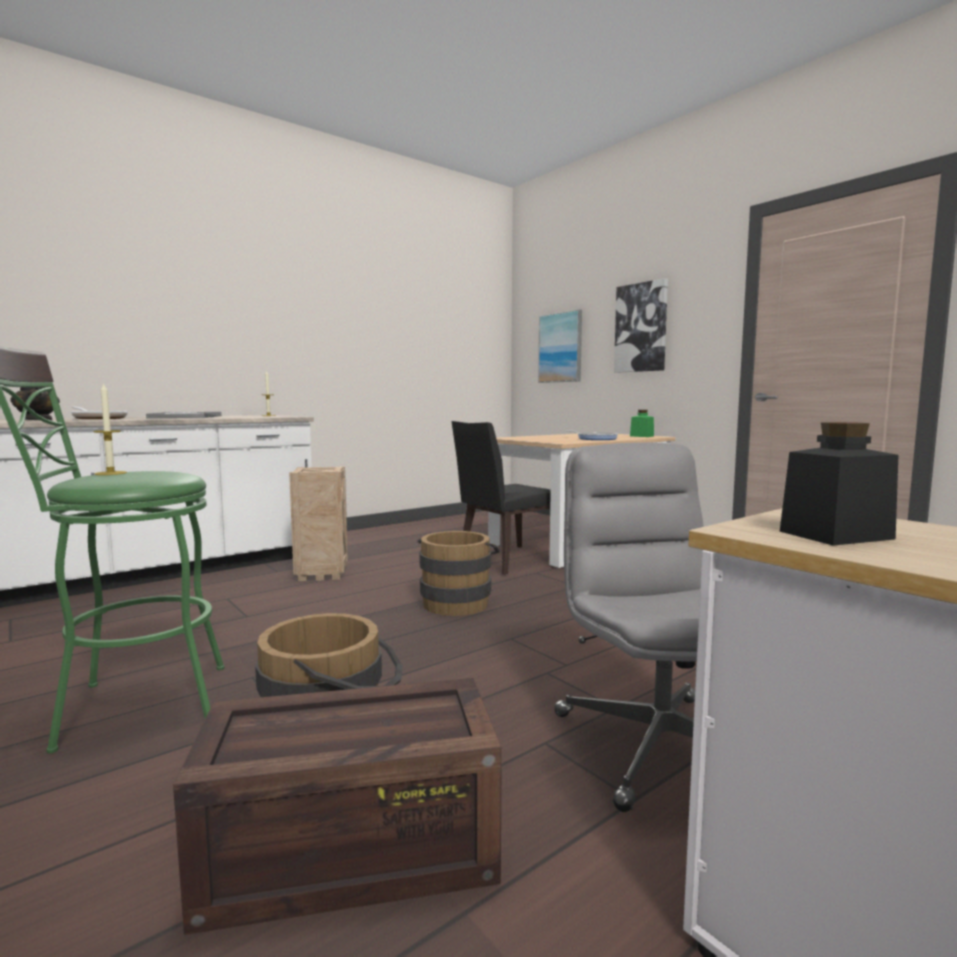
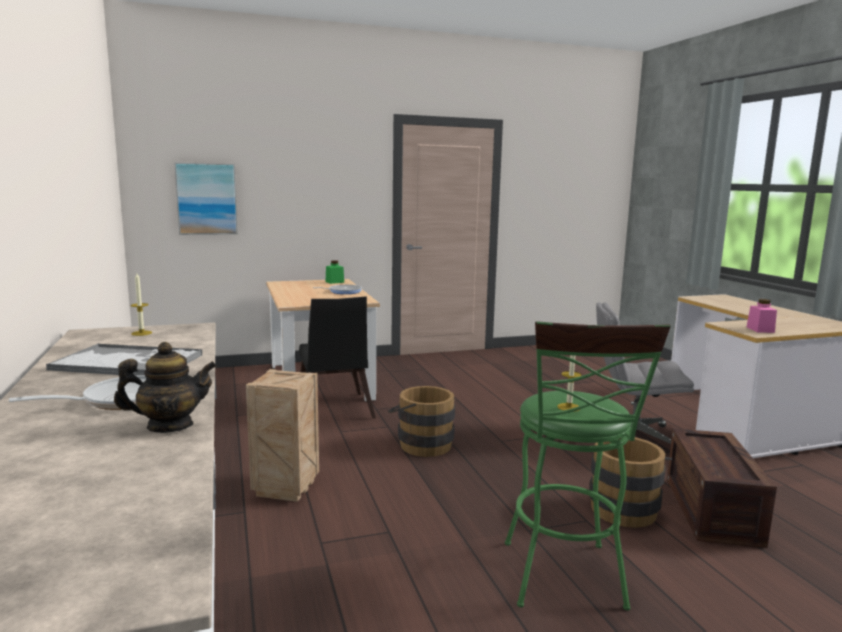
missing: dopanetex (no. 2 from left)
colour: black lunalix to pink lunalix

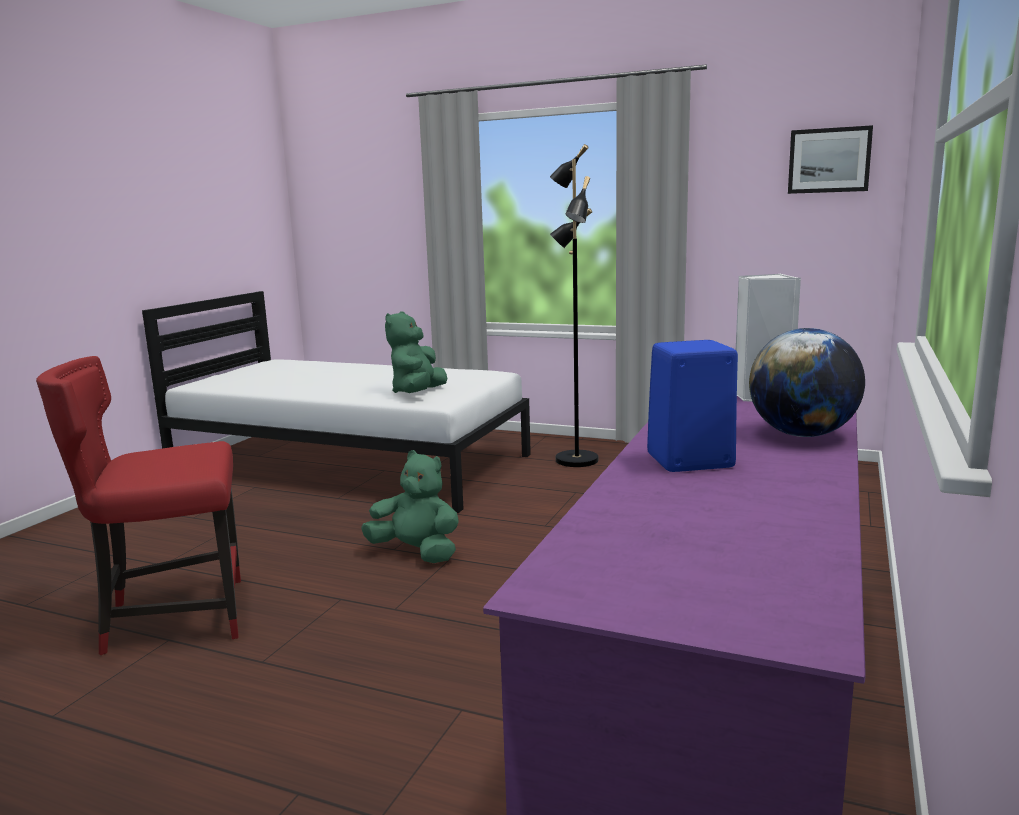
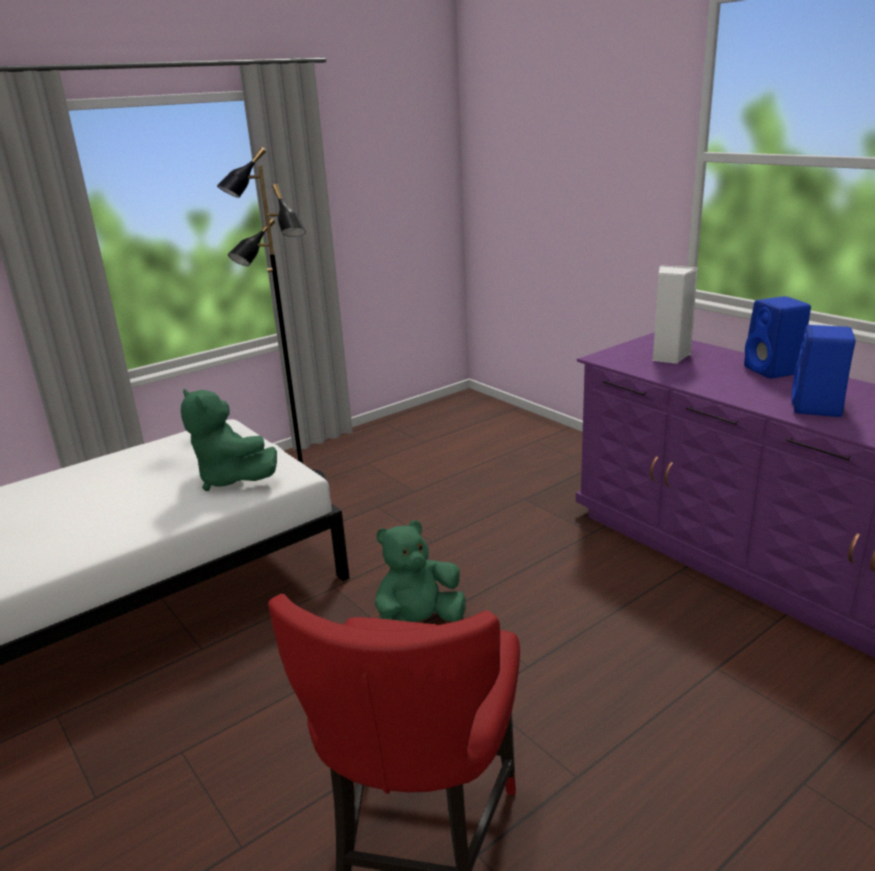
missing: dopanetex
exchanged: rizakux to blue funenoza (no. 1 from left)

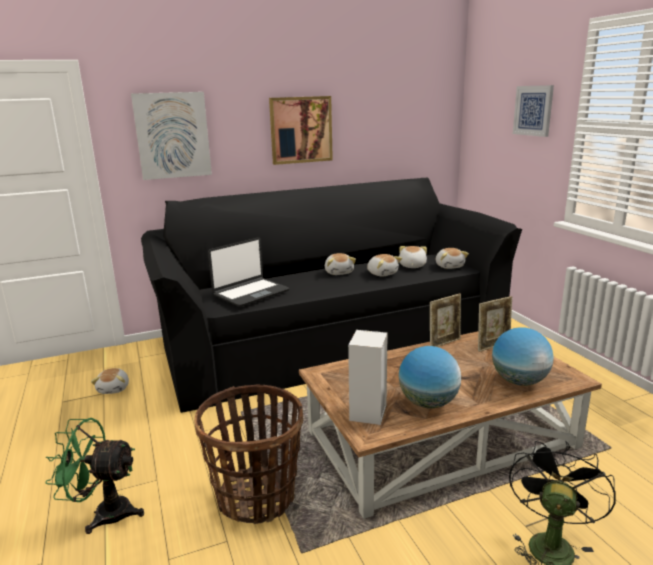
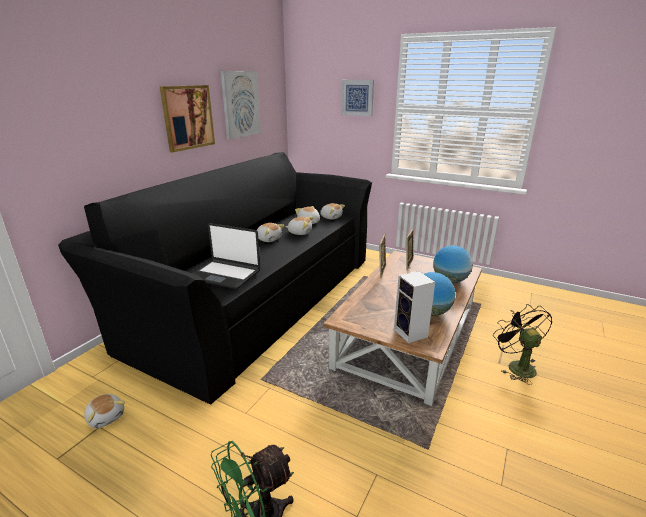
missing: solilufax
relocated: dopanetex (no. 1 from left in the first image) to dopanetex (no. 2 from left)
spun: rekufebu 105 degrees clockwise

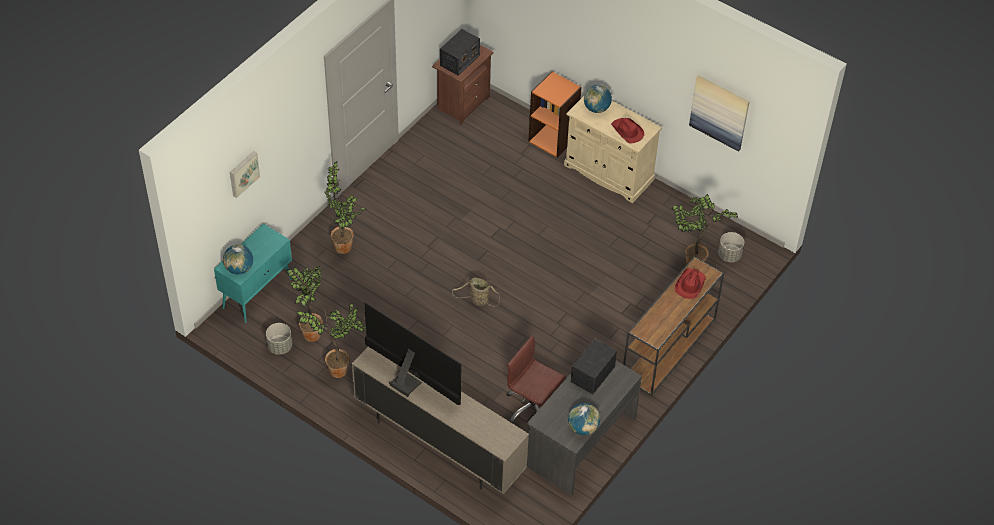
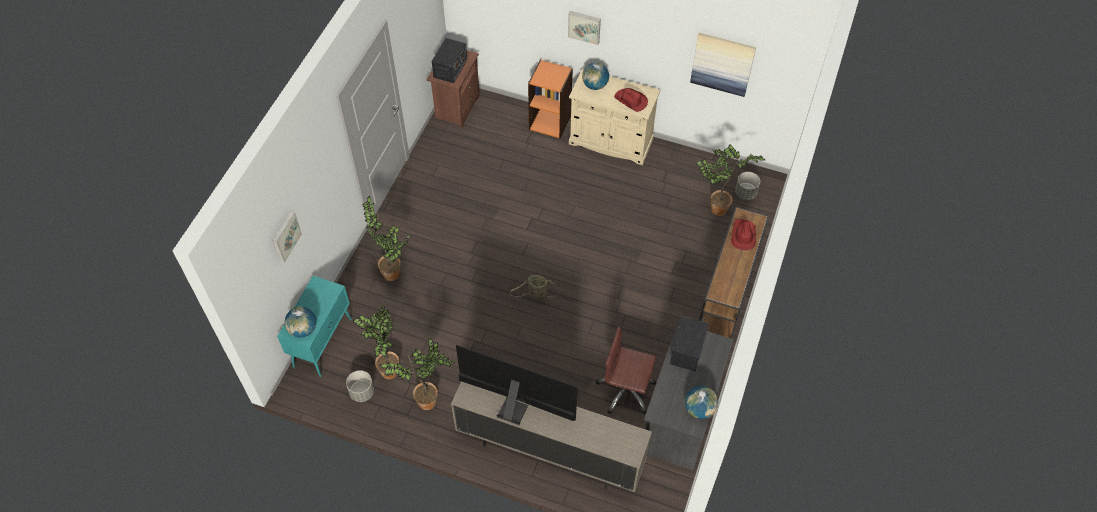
appeared: dopanetex (no. 2 from left)

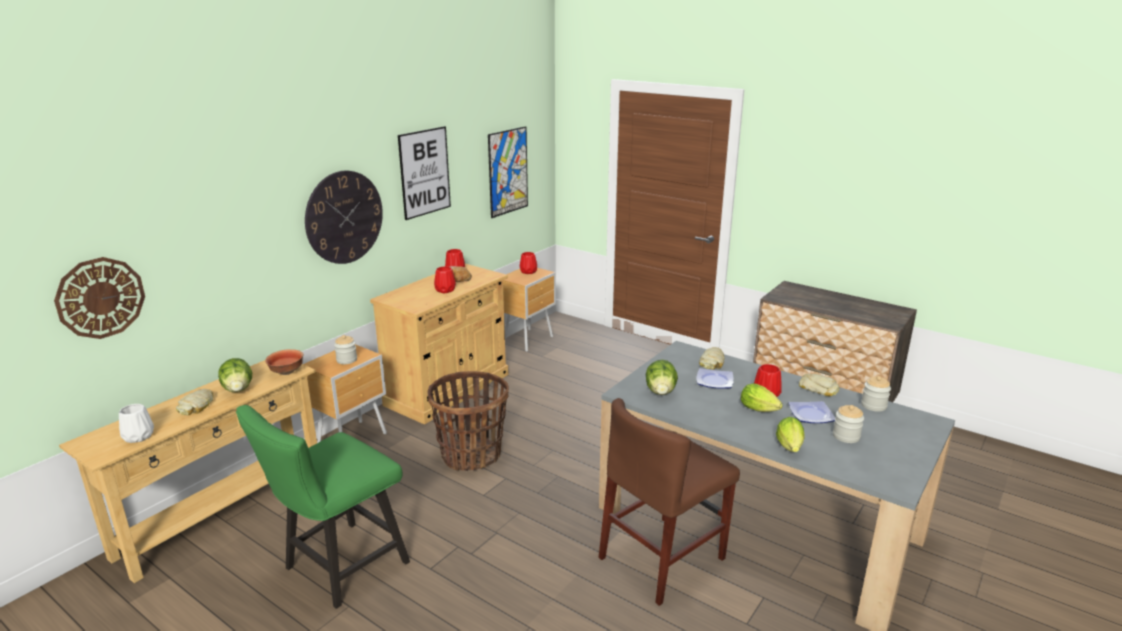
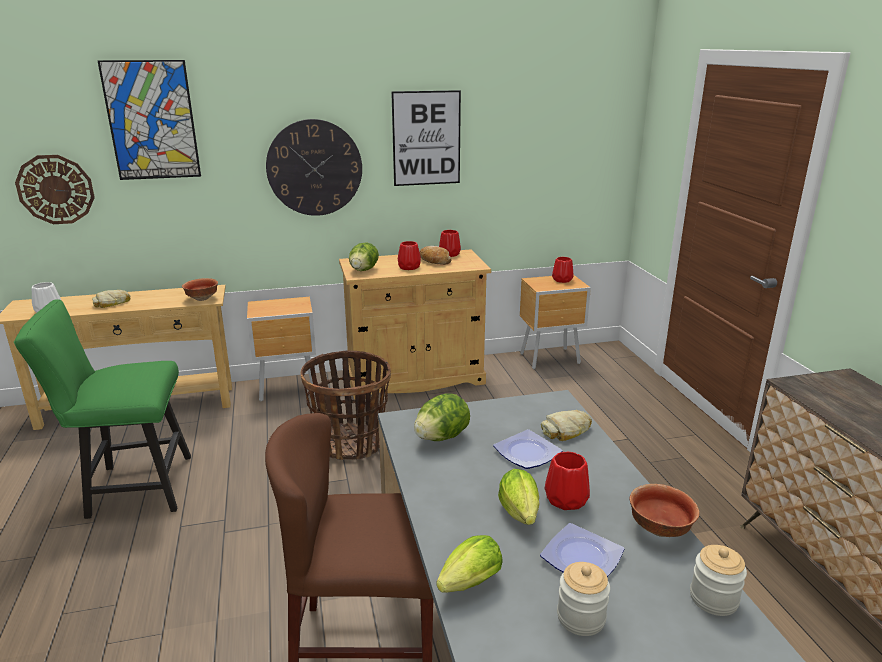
missing: lunalix (no. 1 from left)
relocated: dopanetex (no. 2 from left in the first image) to dopanetex (no. 1 from left); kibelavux (no. 1 from left)
exchanged: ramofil (no. 4 from left) to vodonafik (no. 2 from left)

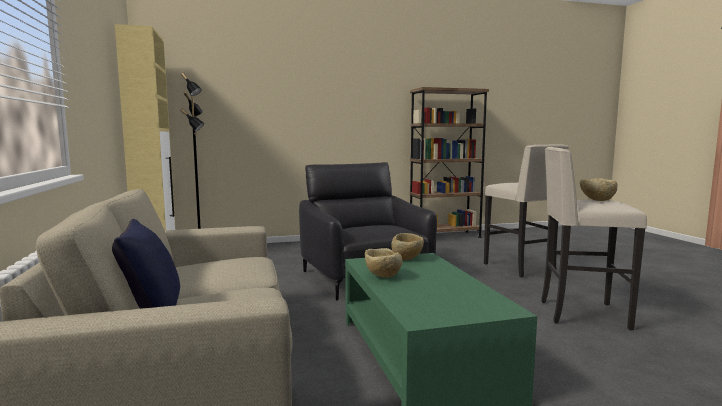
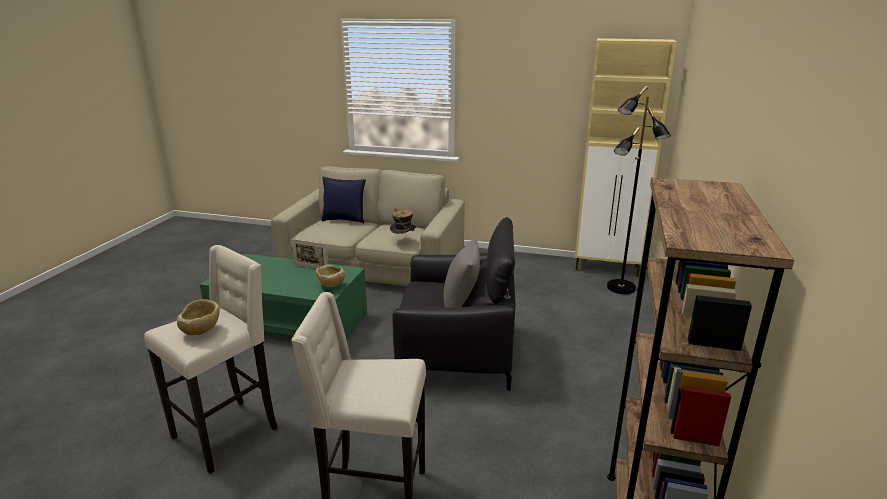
appeared: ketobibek; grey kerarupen
exchanged: beige vodonafik (no. 1 from left) to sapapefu

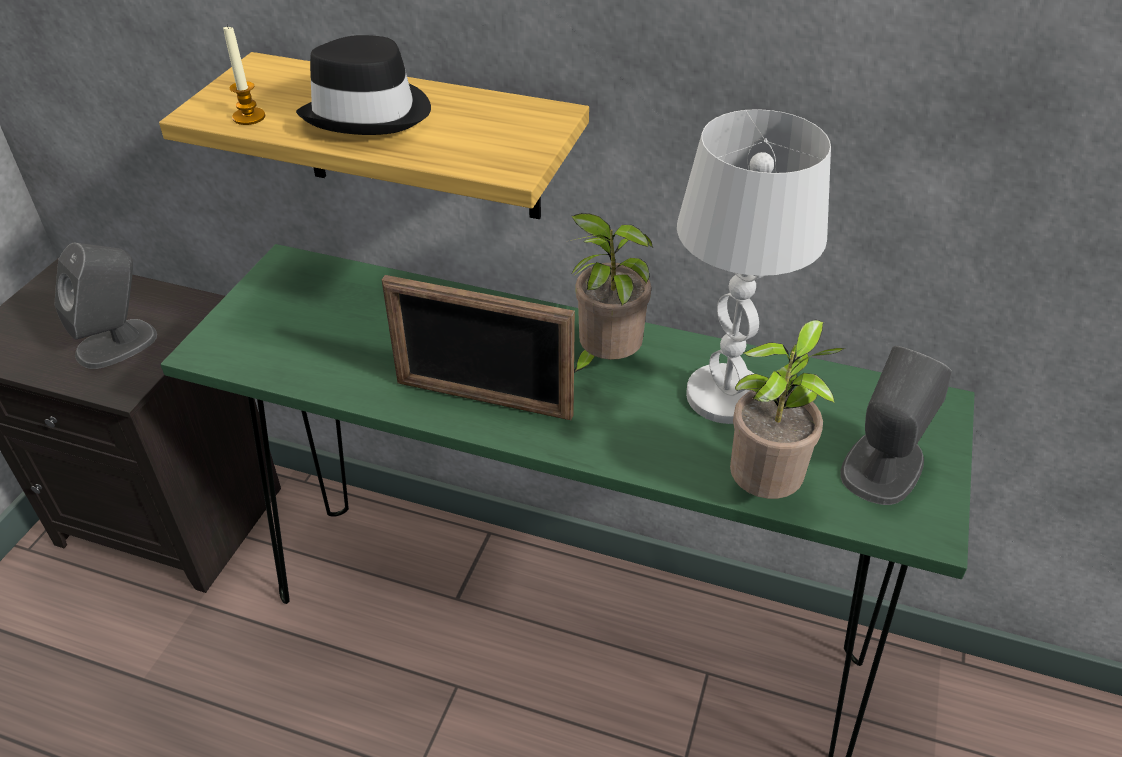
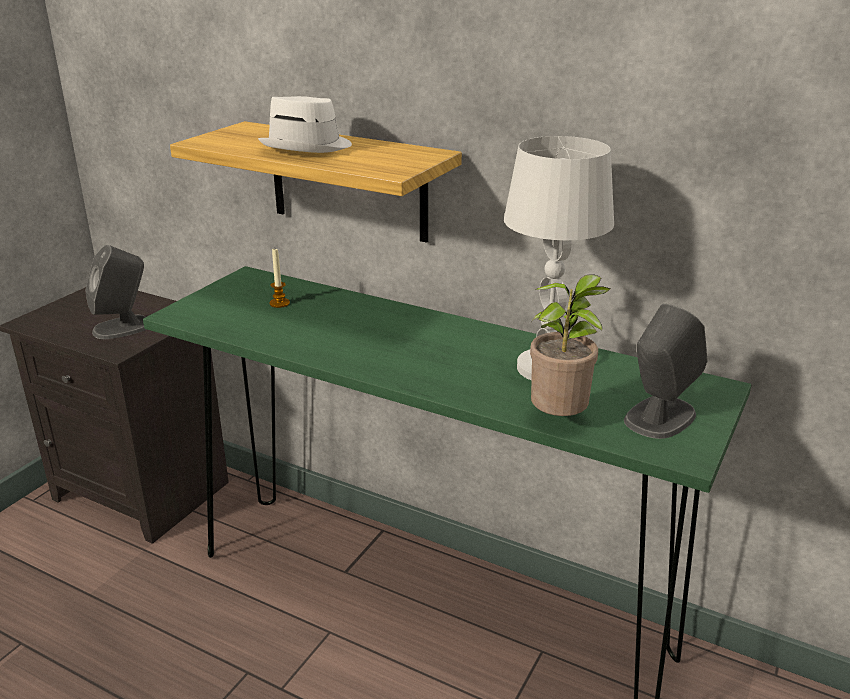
missing: sapapefu; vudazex (no. 1 from left)
relocated: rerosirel
colour: black ketobibek to white ketobibek

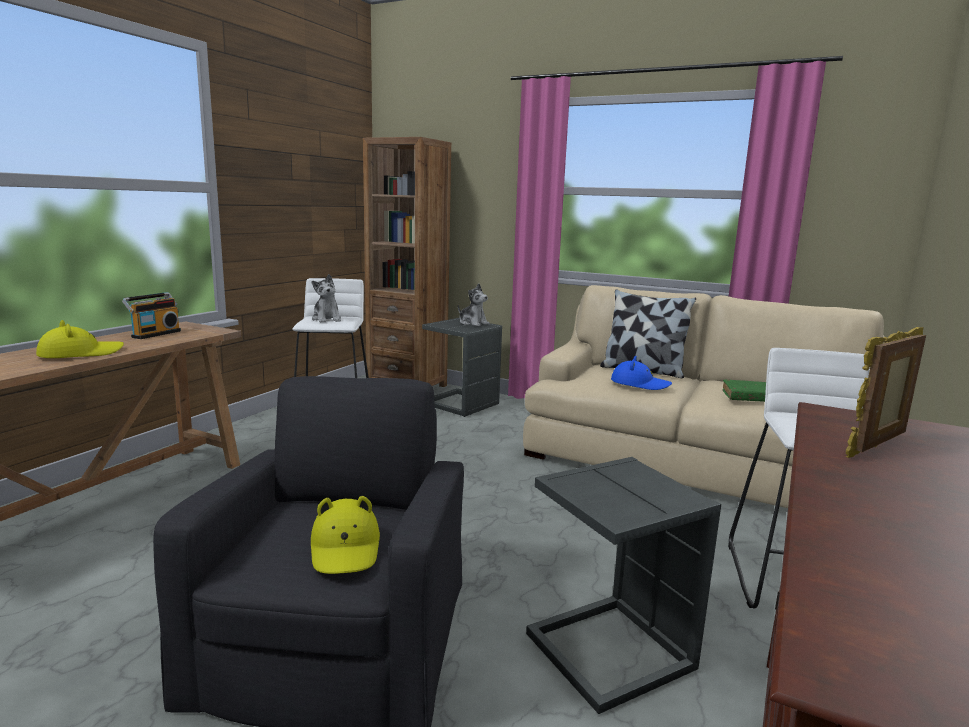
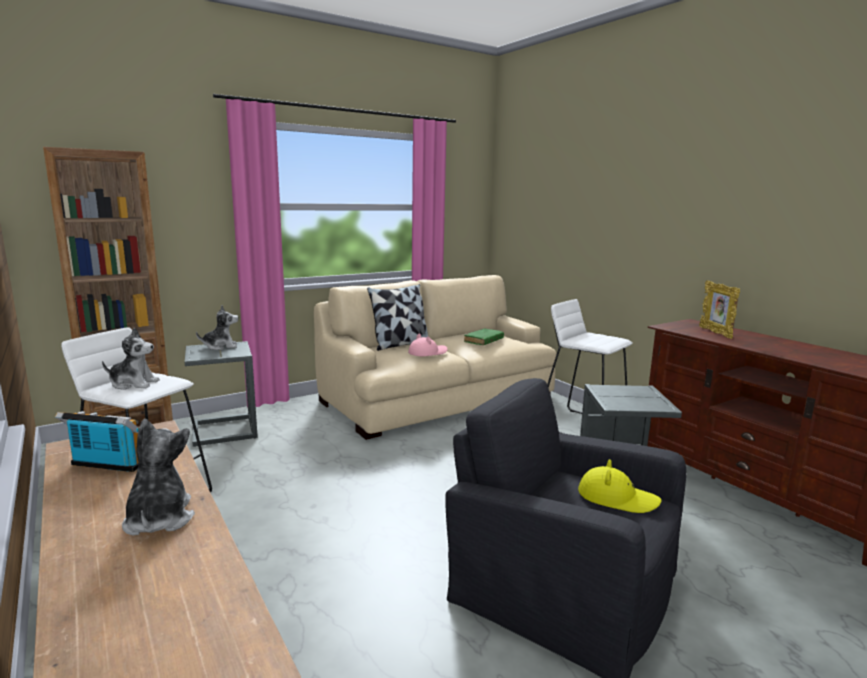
exchanged: yellow ketobibek (no. 1 from left) to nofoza (no. 2 from left)
colour: blue ketobibek to pink ketobibek
spun: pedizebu 45 degrees counterclockwise

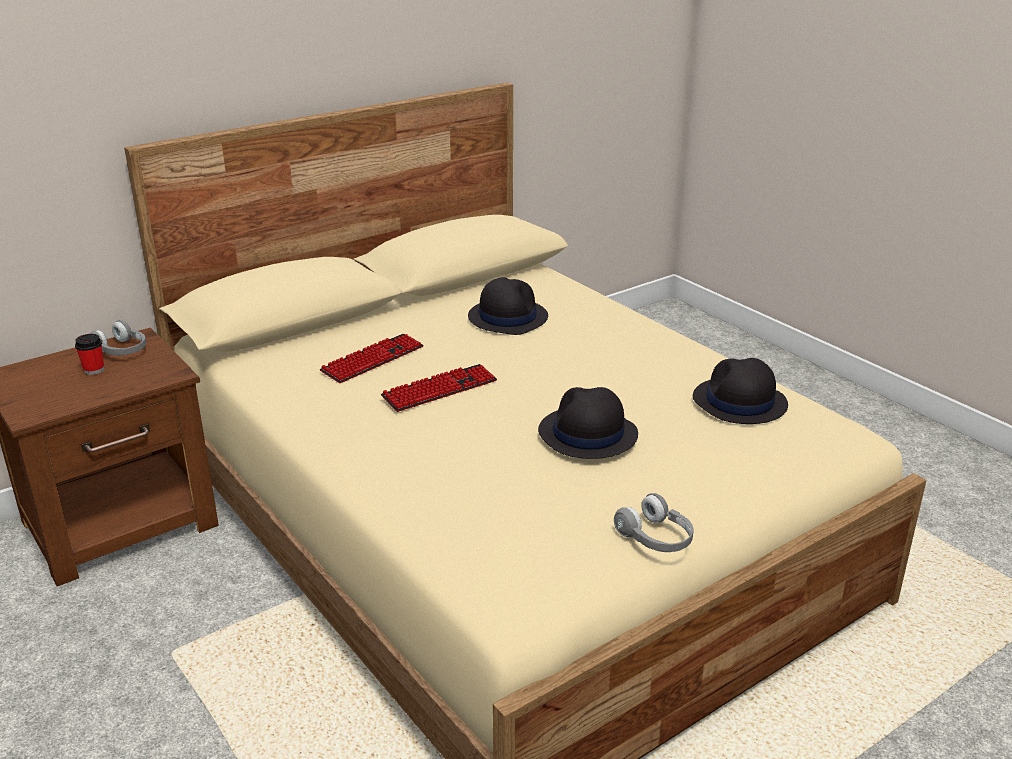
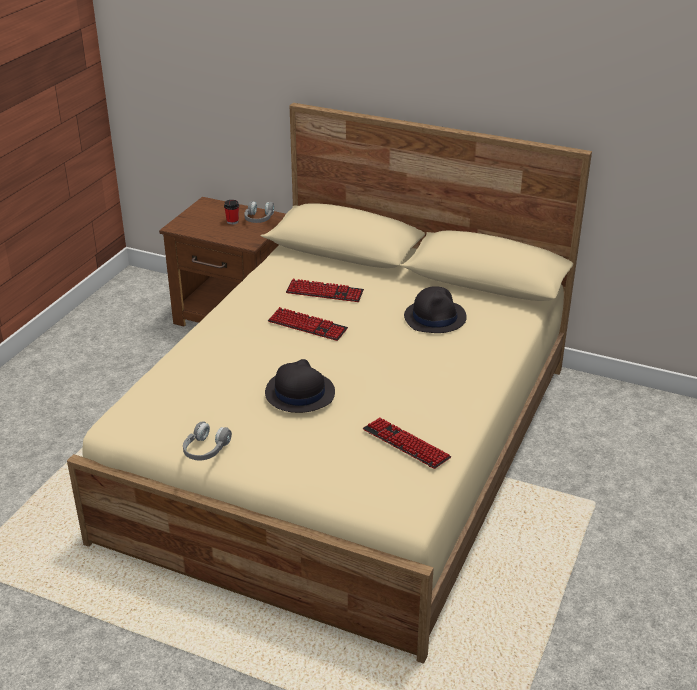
exchanged: black ketobibek (no. 3 from left) to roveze (no. 3 from left)

